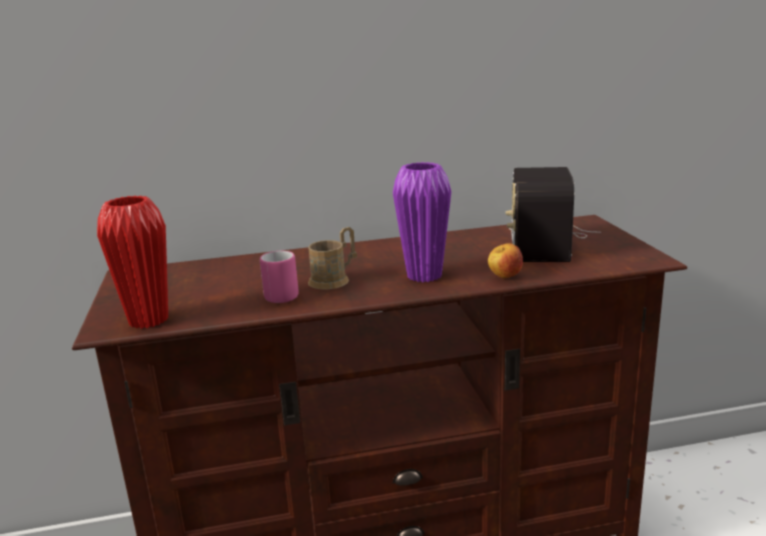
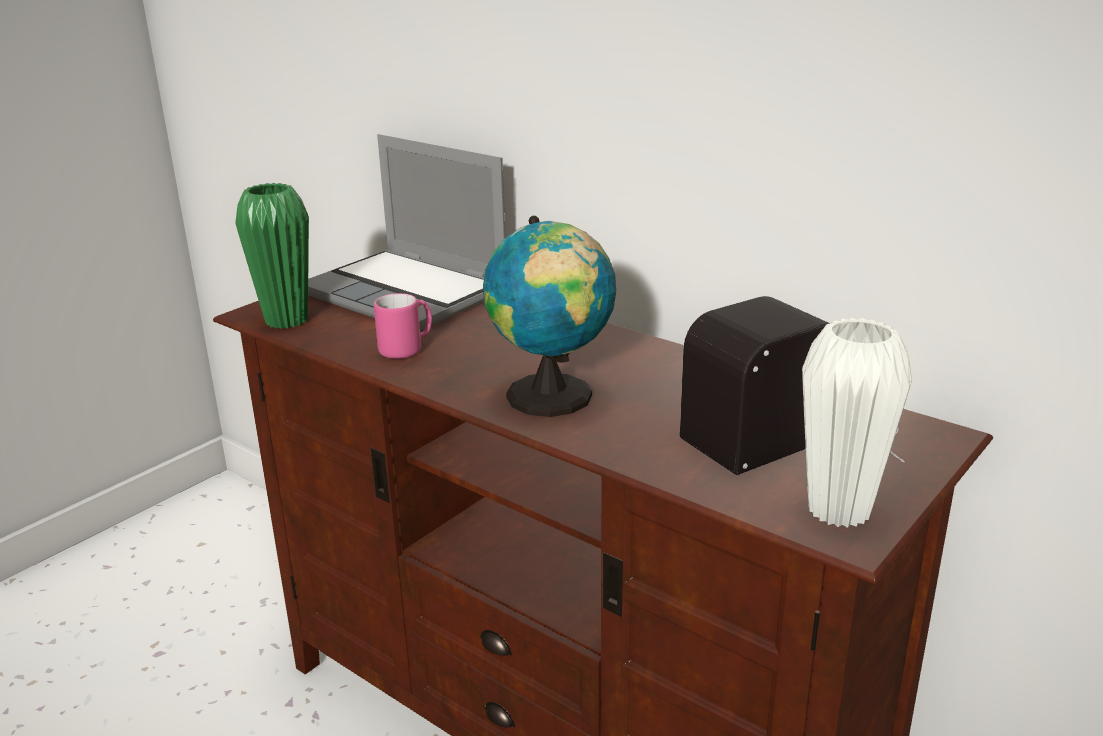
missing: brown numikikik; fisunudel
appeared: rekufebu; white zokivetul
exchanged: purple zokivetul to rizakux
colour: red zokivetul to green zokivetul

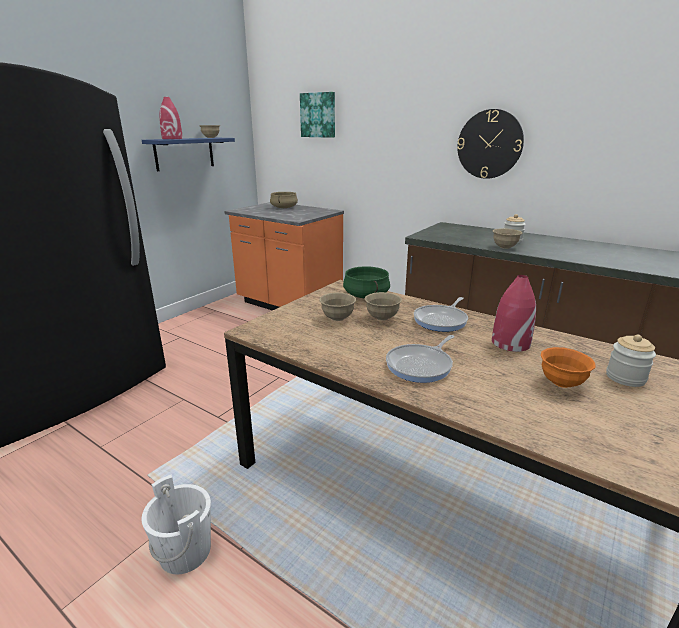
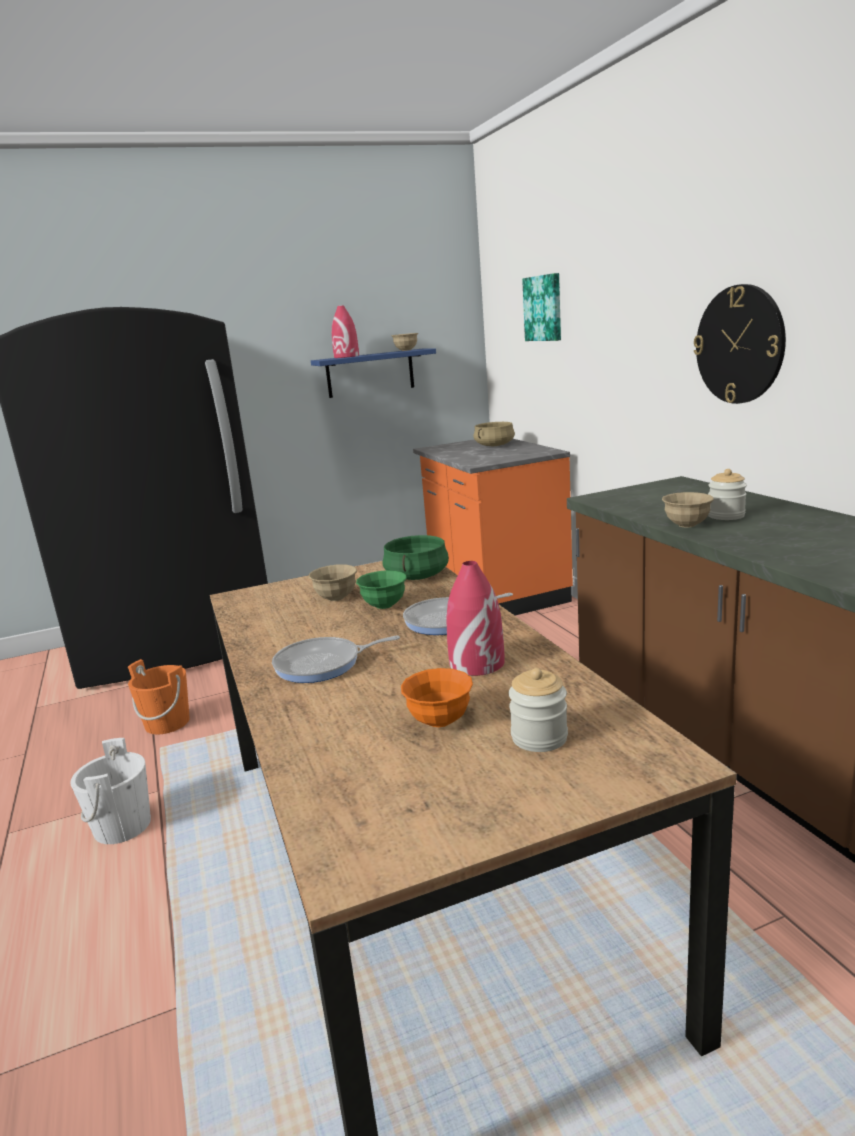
appeared: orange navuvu
colour: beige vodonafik (no. 3 from left) to green vodonafik

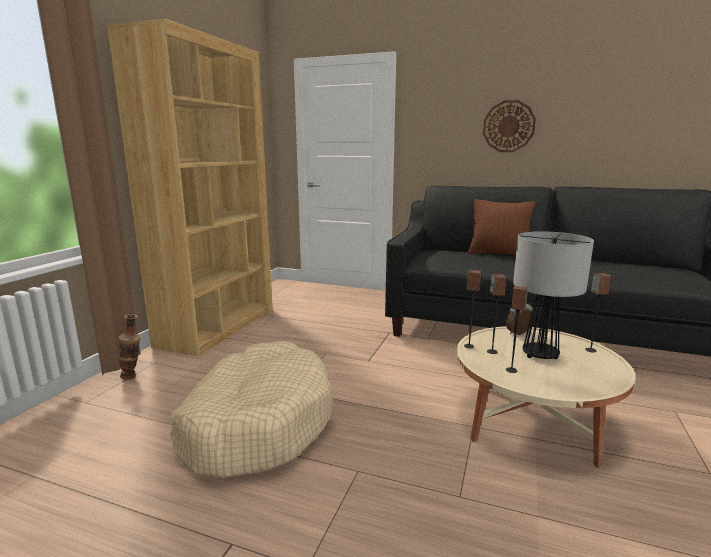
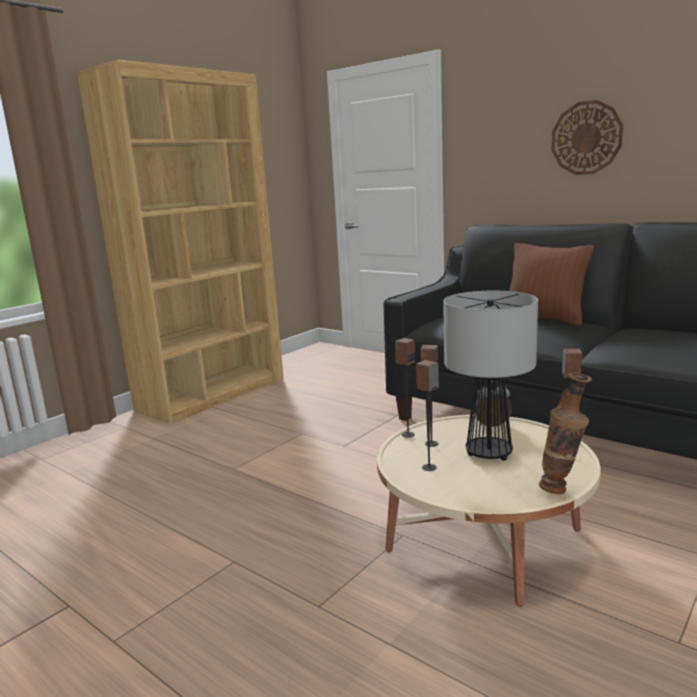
missing: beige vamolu
relocated: zokivetul

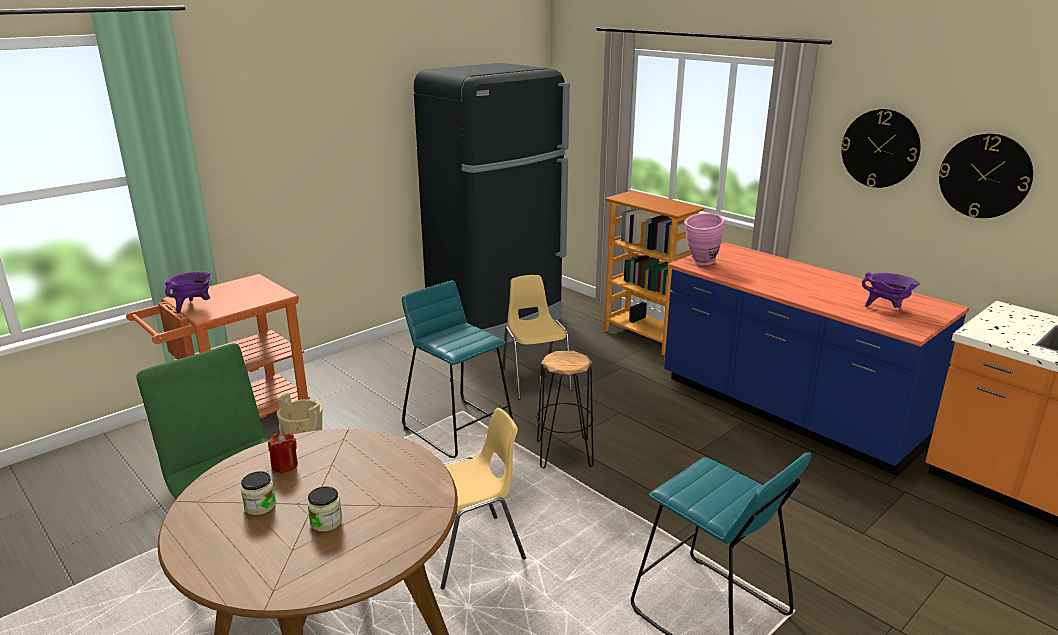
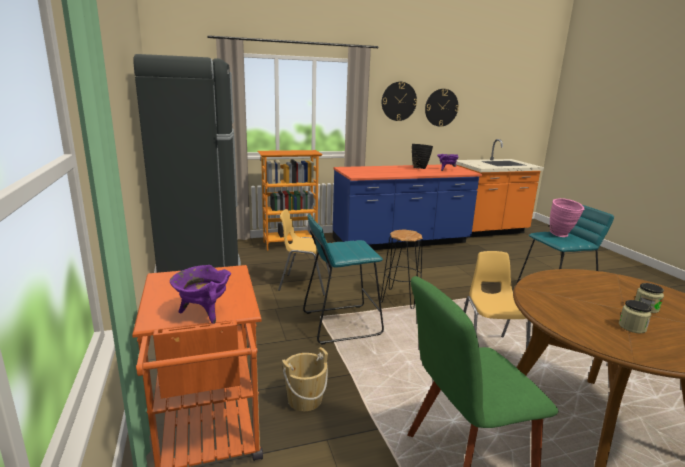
missing: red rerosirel
appeared: black zokivetul
relocated: pink zokivetul

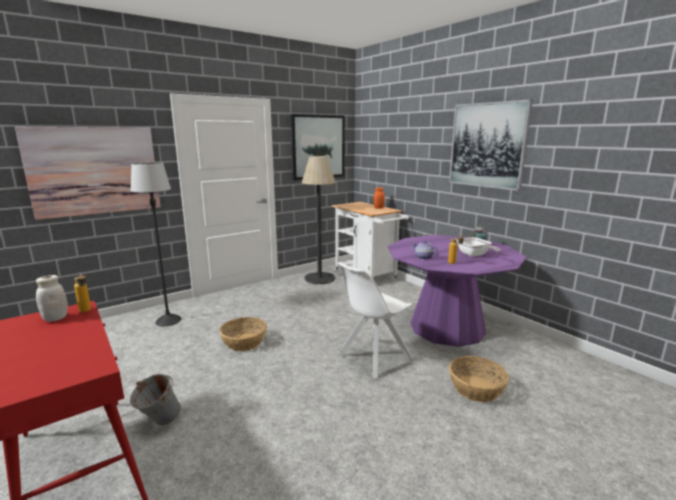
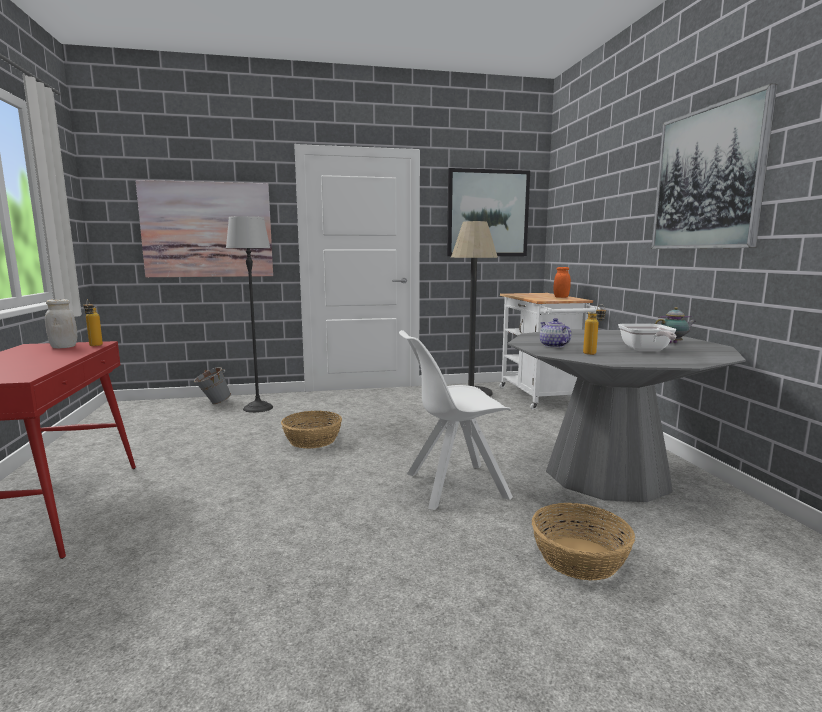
relocated: grey navuvu
colour: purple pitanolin to grey pitanolin

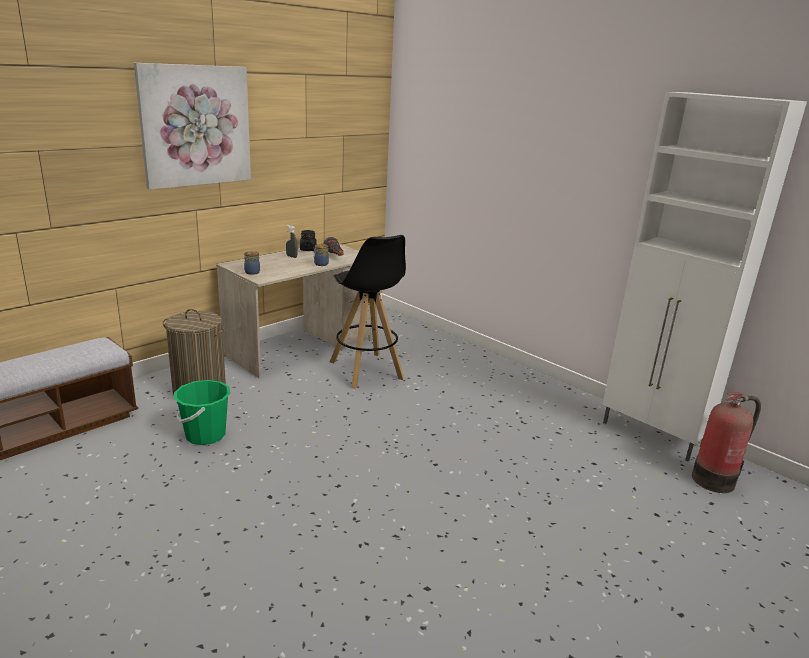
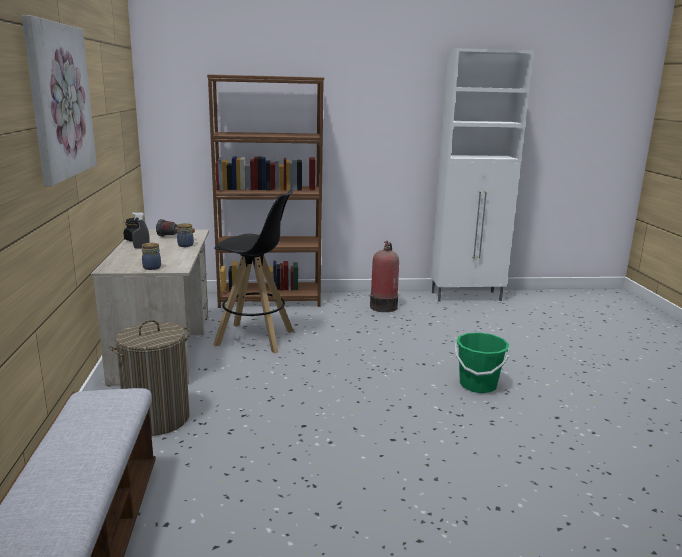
appeared: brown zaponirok
relocated: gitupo; green navuvu

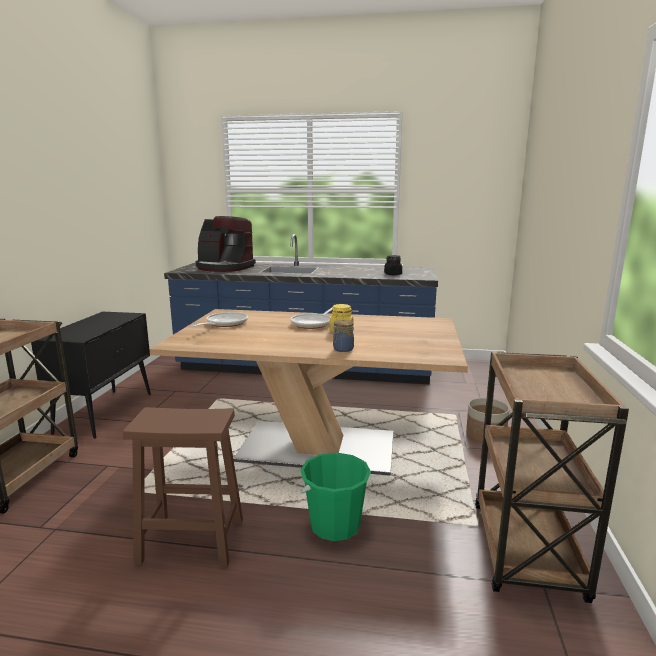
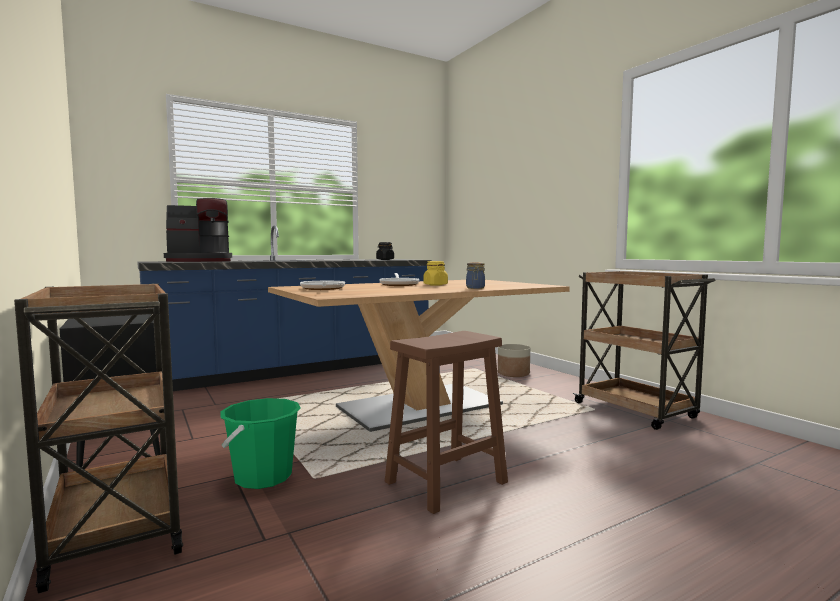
relocated: green navuvu

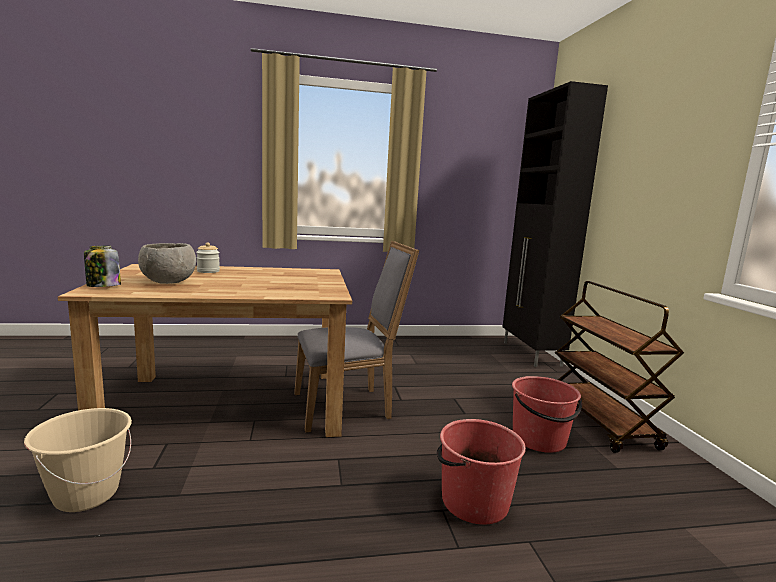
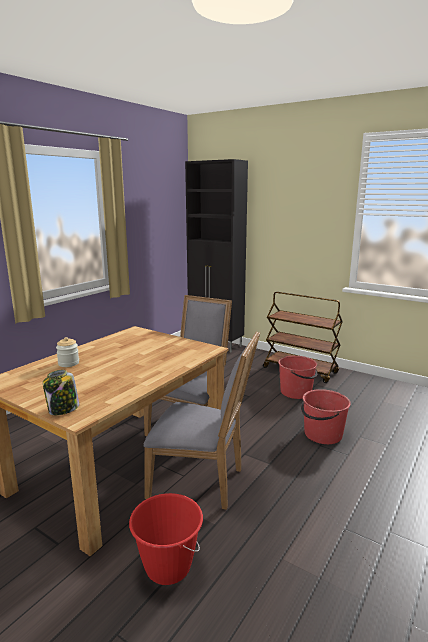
missing: grey vodonafik
appeared: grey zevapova (no. 2 from left)
colour: beige navuvu to red navuvu (no. 1 from left)

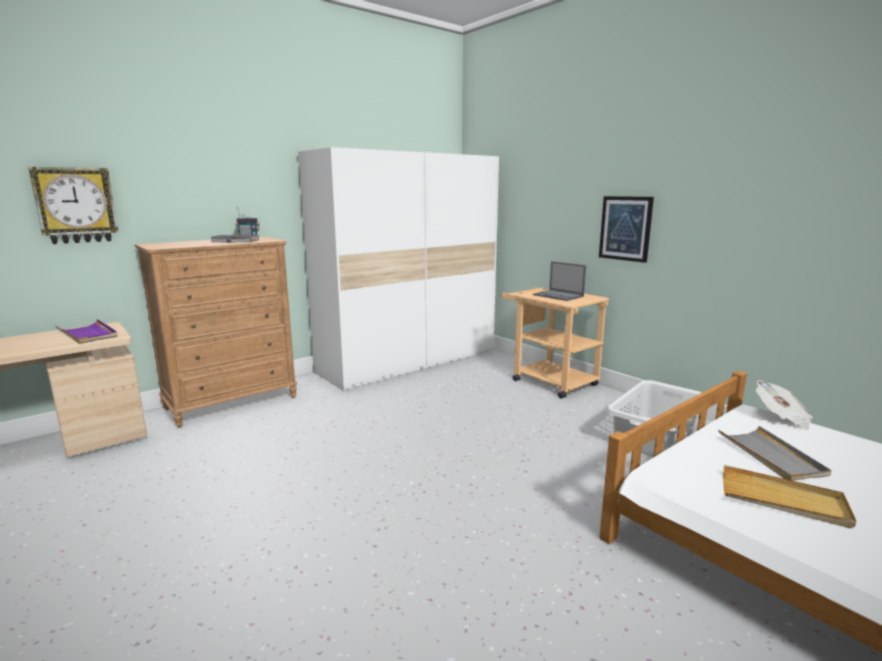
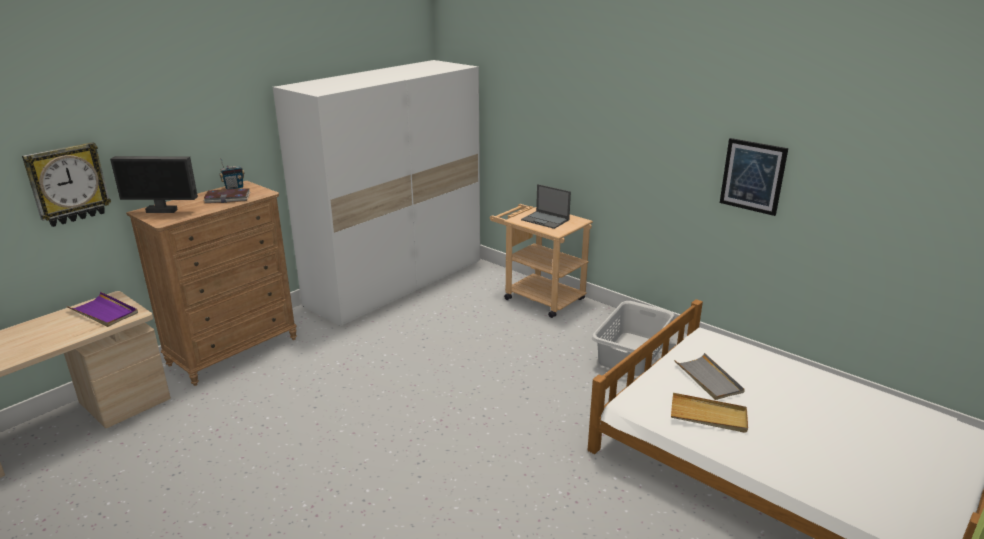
missing: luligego
appeared: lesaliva
relocated: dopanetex

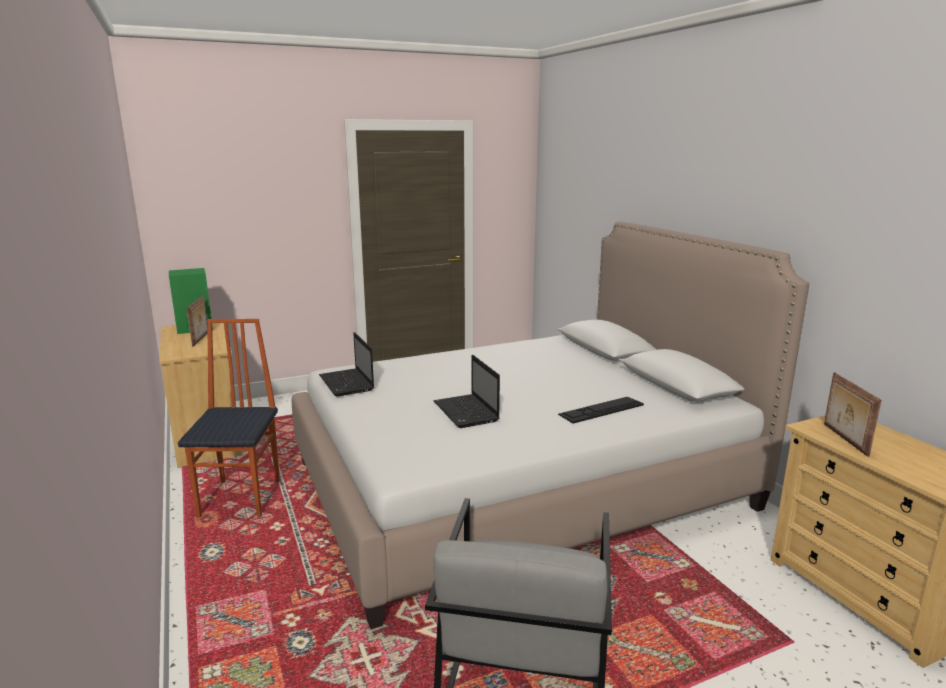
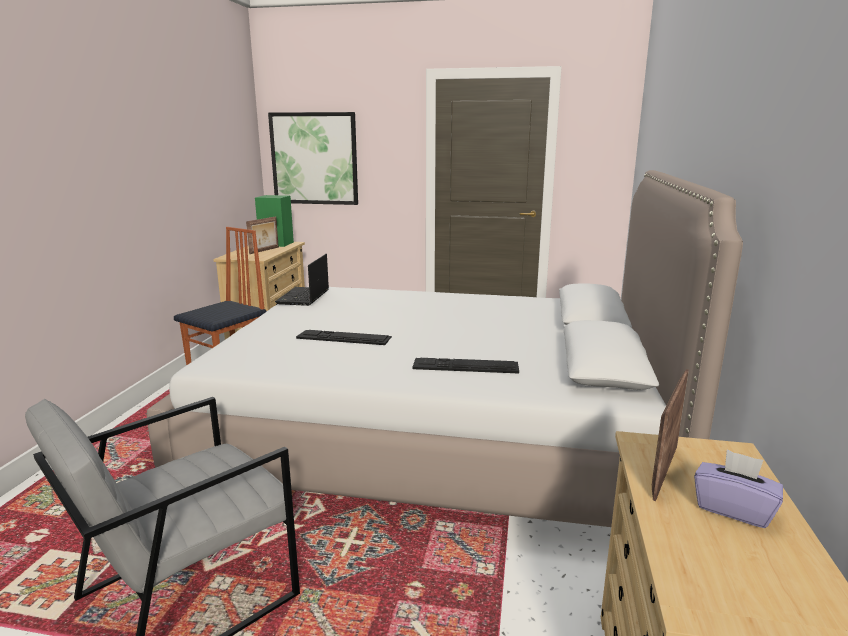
appeared: dopanetex; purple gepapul
exchanged: rekufebu (no. 2 from left) to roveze (no. 1 from left)

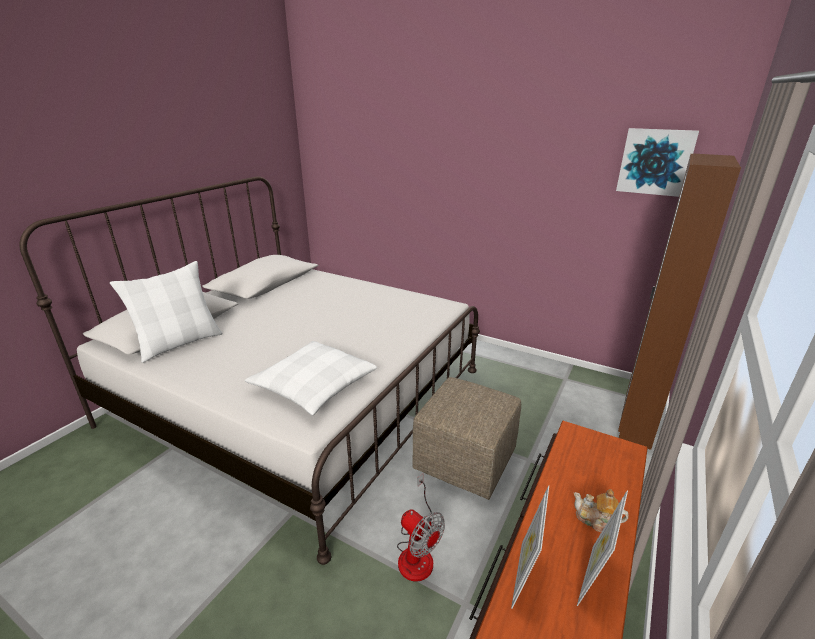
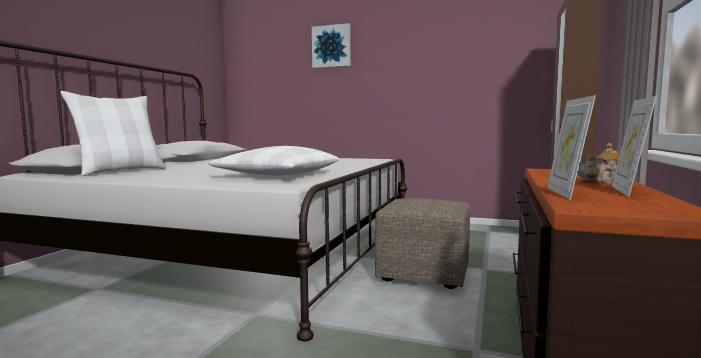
missing: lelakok
relocated: dopanetex

